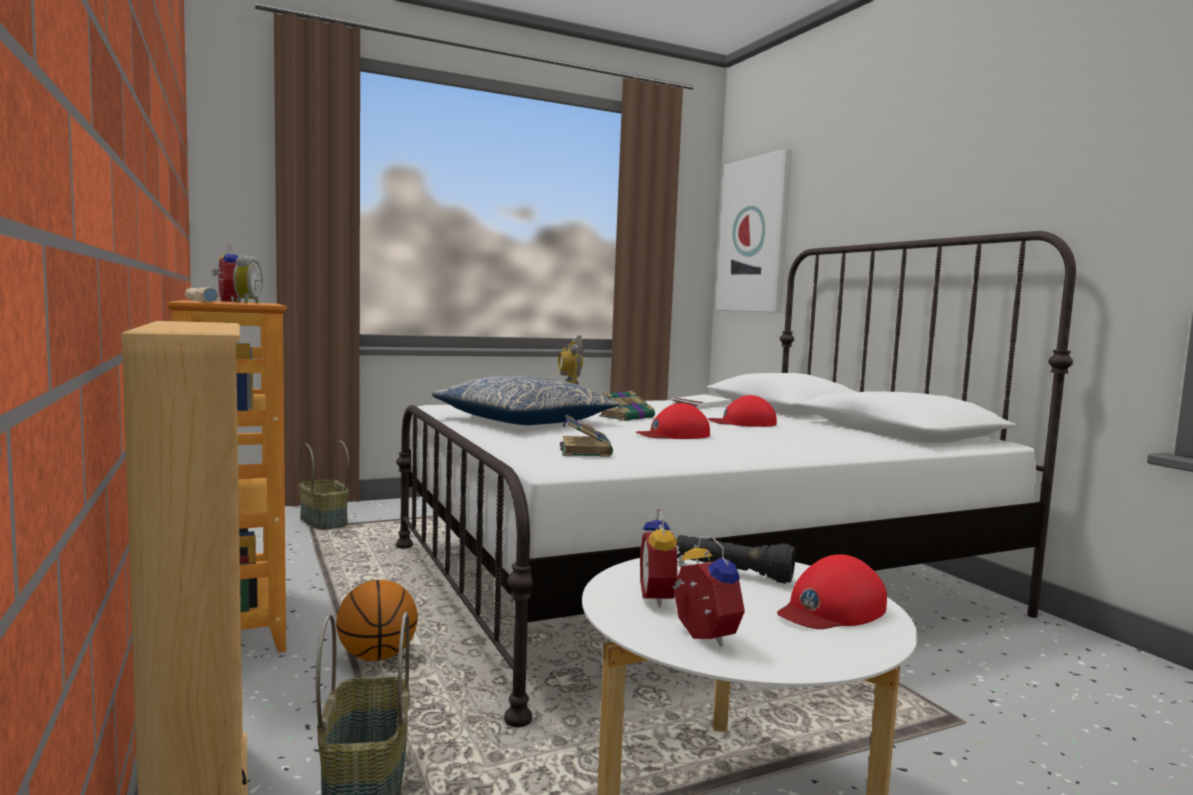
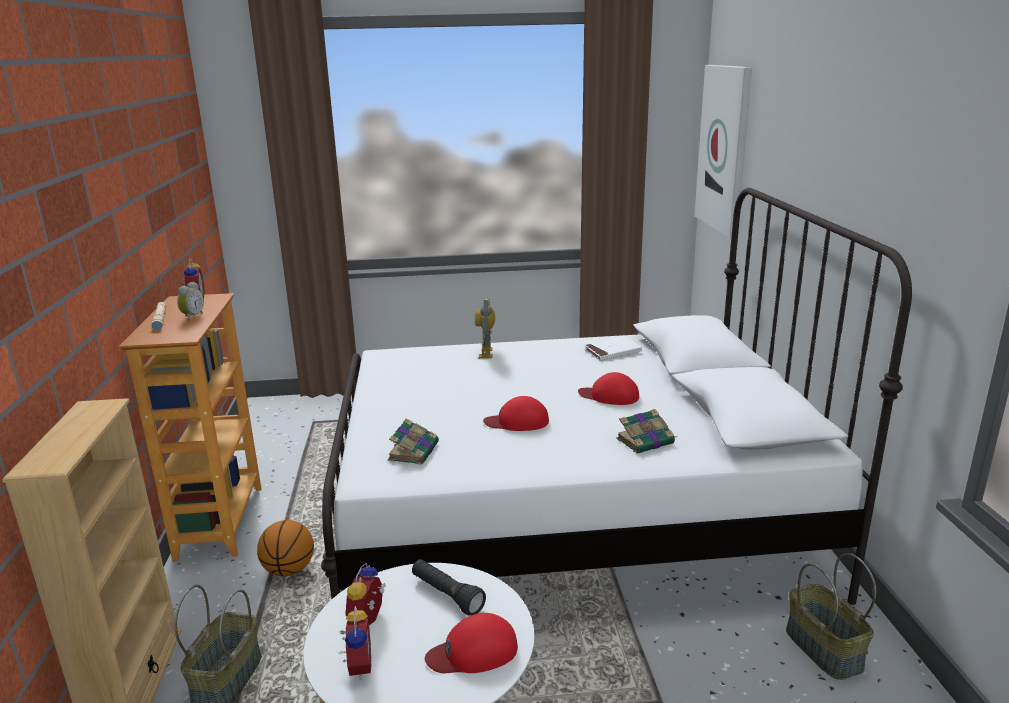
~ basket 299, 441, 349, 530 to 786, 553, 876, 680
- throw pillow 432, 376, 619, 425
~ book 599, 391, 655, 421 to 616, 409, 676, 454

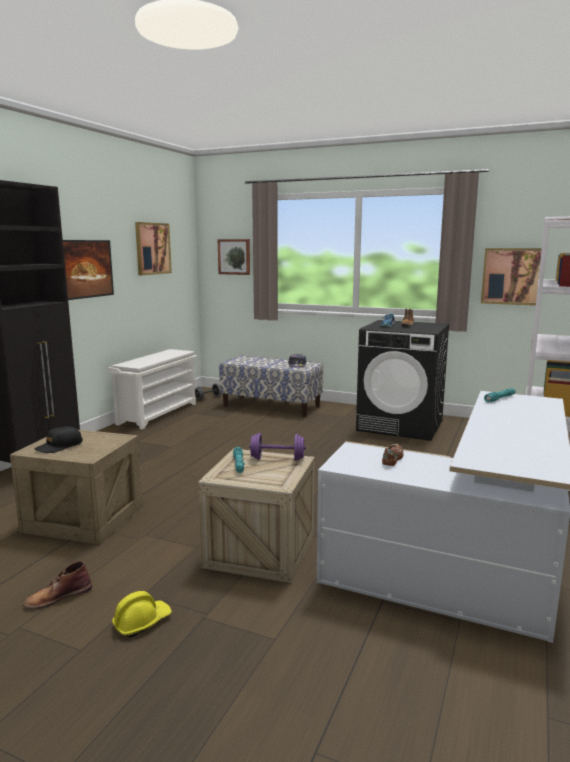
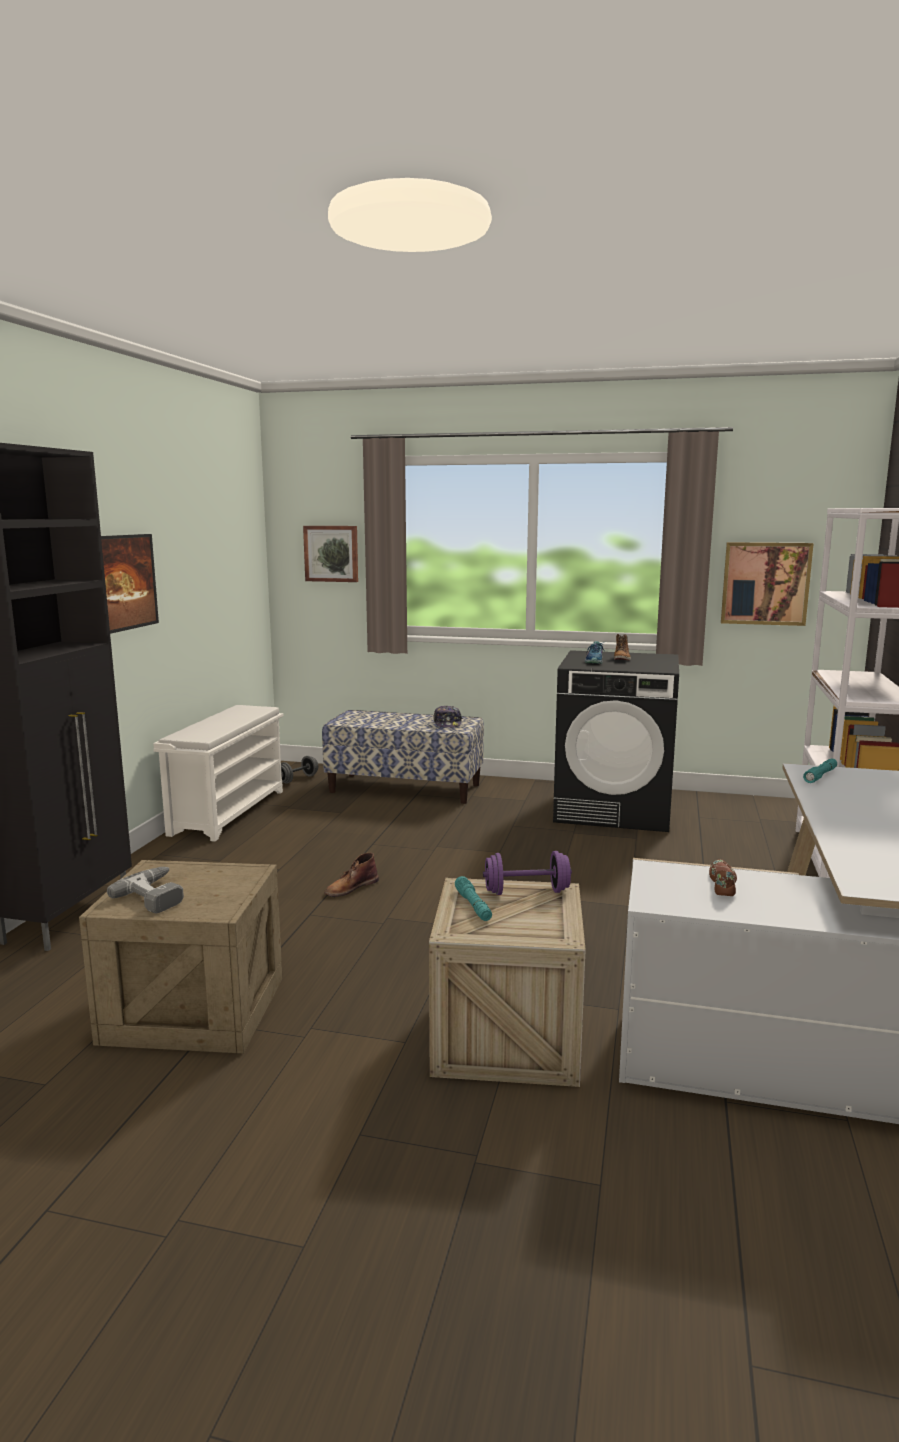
~ brown-coloured boot 23, 561, 92, 610 to 324, 853, 379, 897
~ black-coloured baseball cap 34, 426, 83, 453 to power drill 107, 867, 184, 914
- yellowish safety helmet 112, 591, 172, 637
- wall art 135, 222, 172, 275

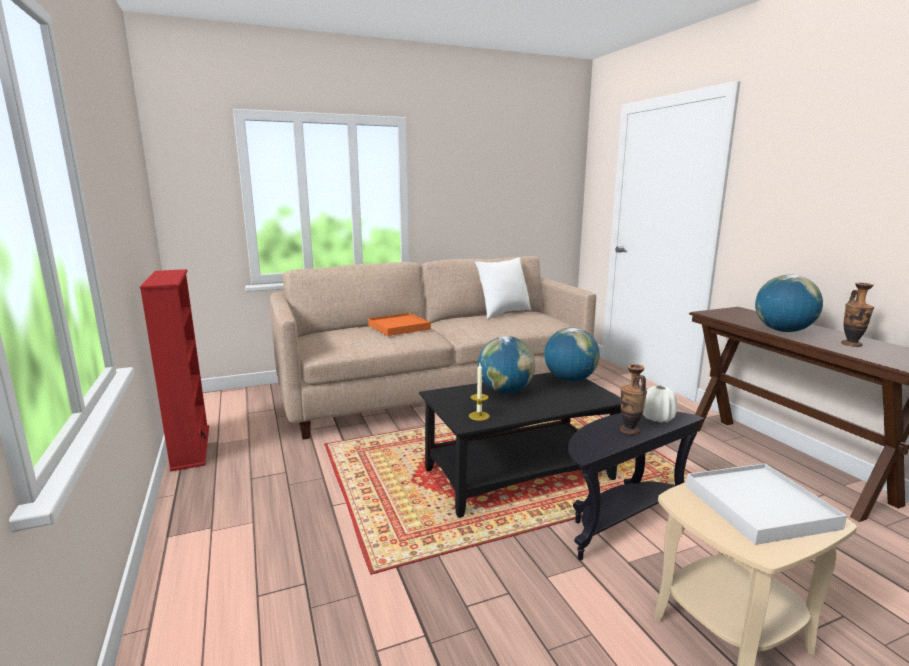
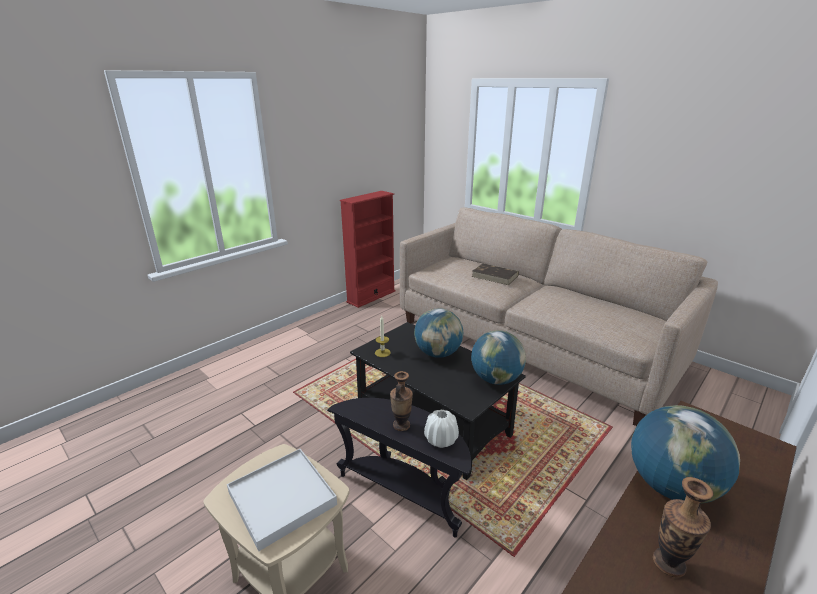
~ orange-coloured tray 368, 313, 431, 336 to brown-coloured book 472, 263, 519, 285
- white-coloured throw pillow 475, 257, 531, 319

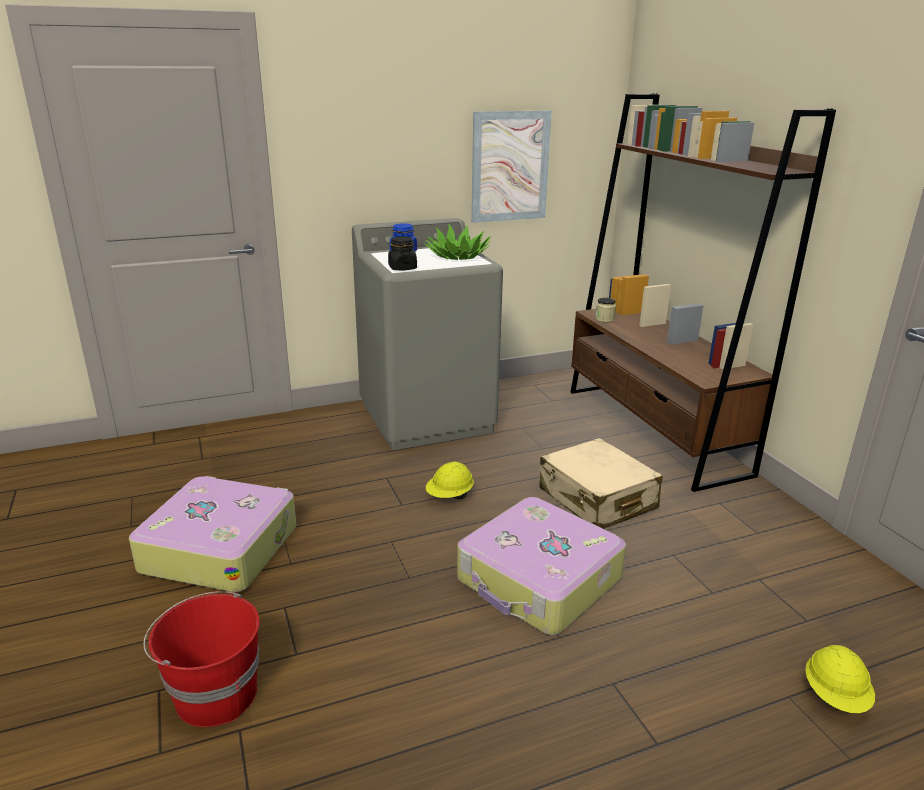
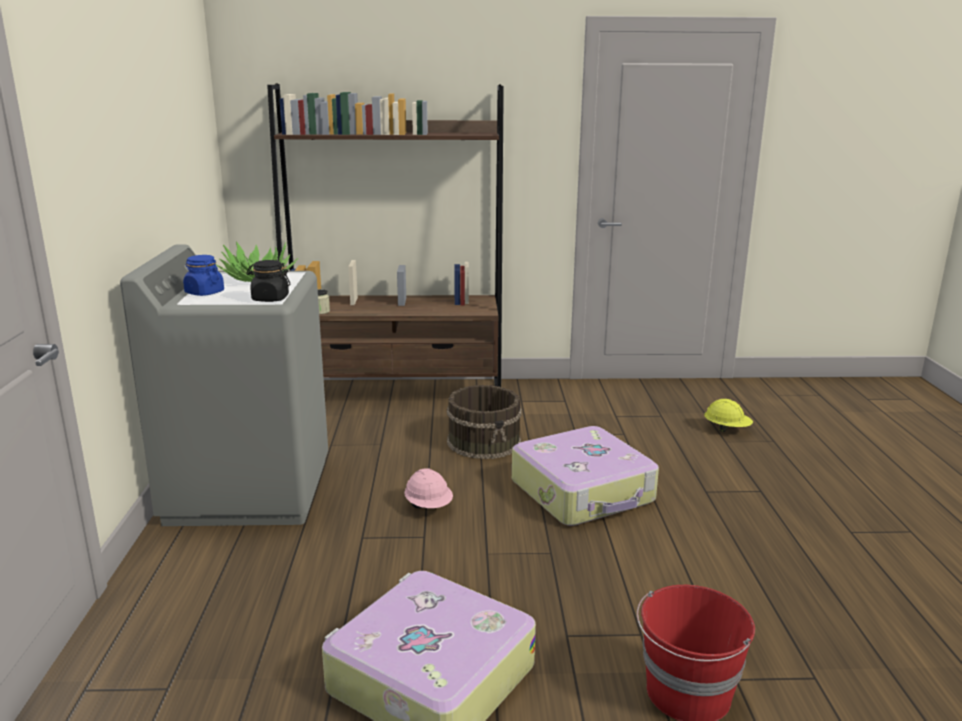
~ yellowish safety helmet 426, 462, 474, 499 to pink-coloured safety helmet 404, 468, 453, 508
- wall art 471, 110, 552, 223
~ sand-coloured travel case 540, 438, 663, 529 to brown-coloured bucket 447, 385, 522, 459

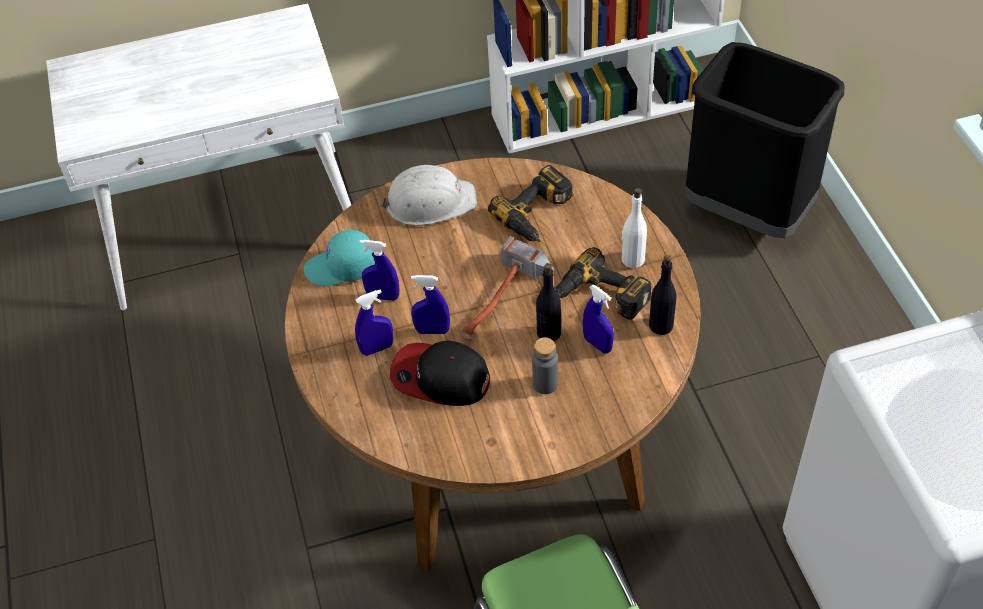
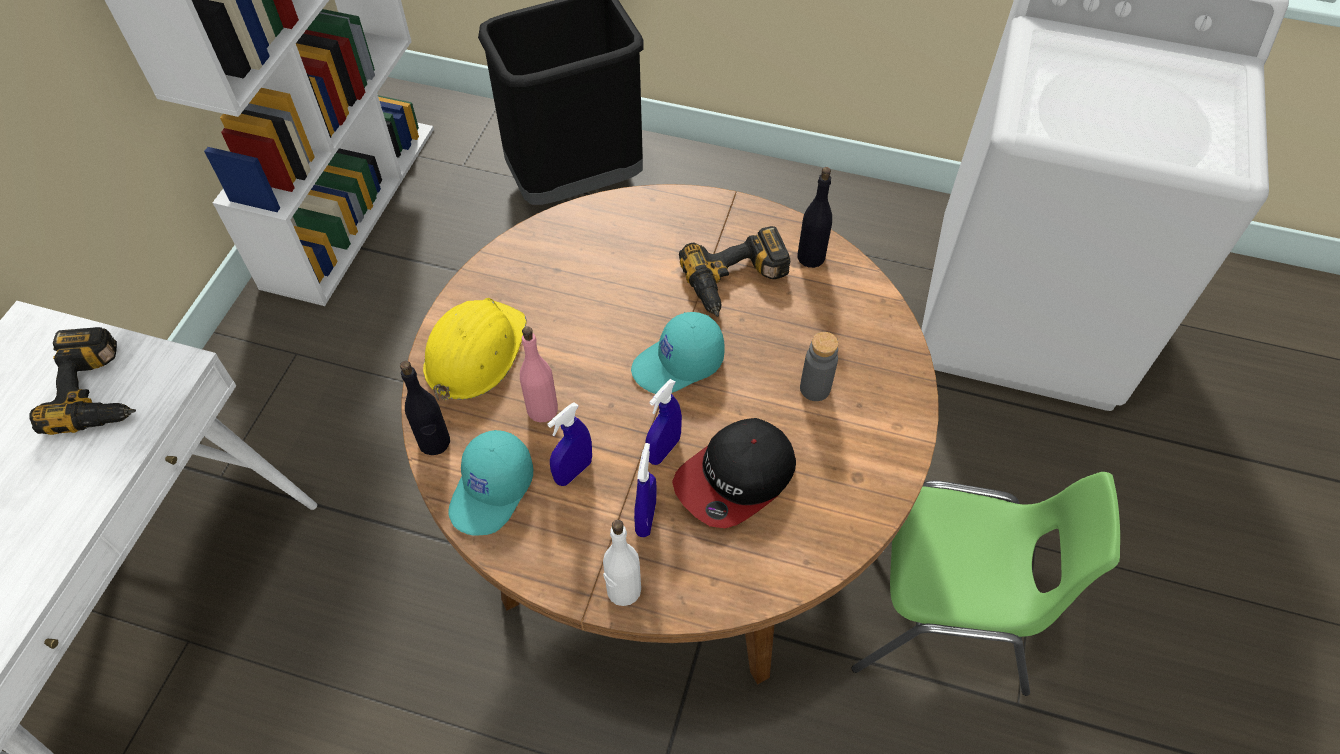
~ white-coloured safety helmet 380, 165, 477, 226 to yellowish safety helmet 423, 298, 527, 401
~ hand hammer 460, 236, 555, 339 to turquoise baseball cap 631, 312, 725, 394
~ power drill 488, 165, 573, 242 to 29, 327, 136, 435
~ black-coloured beverage bottle 536, 263, 561, 341 to 400, 361, 450, 455
- blue spray bottle 583, 284, 614, 353
~ white-coloured beverage bottle 622, 188, 647, 268 to 603, 520, 641, 606
+ pink-coloured beverage bottle 520, 326, 558, 422

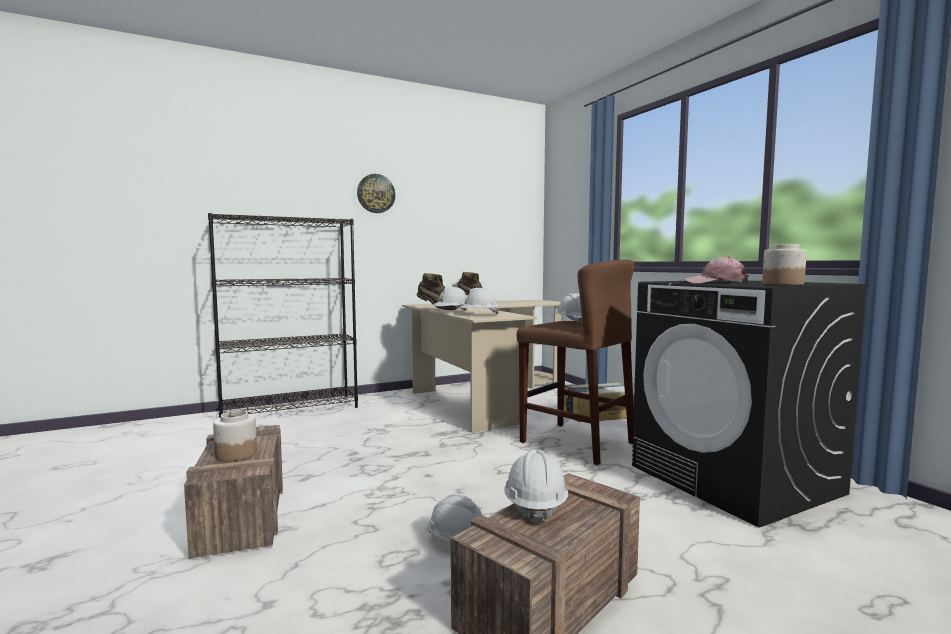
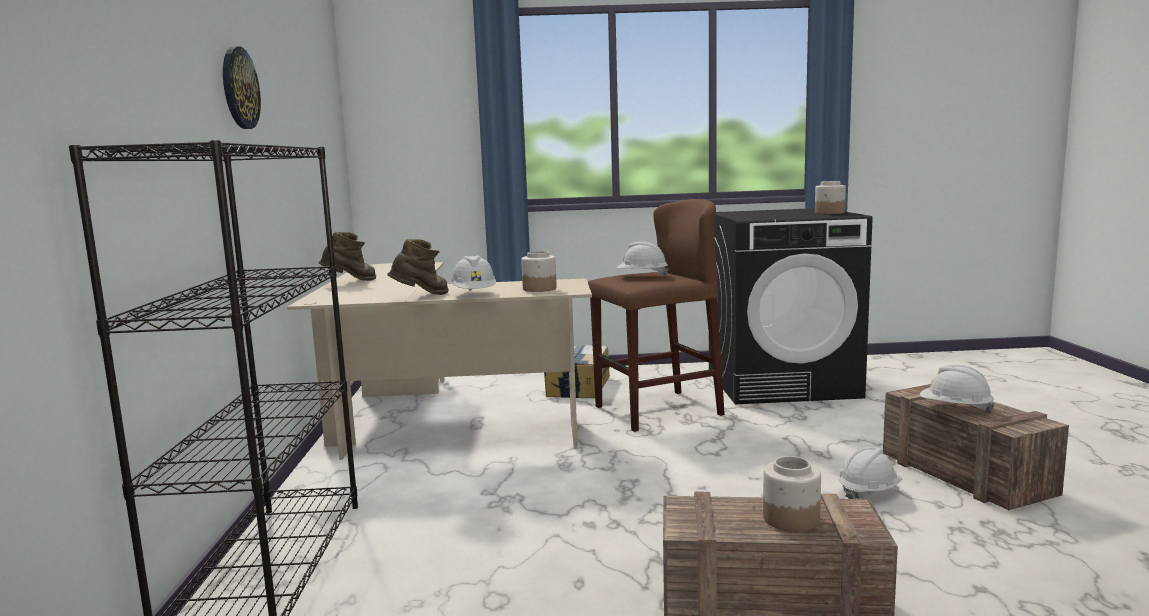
~ white-coloured safety helmet 460, 288, 500, 314 to jar 521, 251, 557, 292
- pink-coloured baseball cap 684, 256, 749, 283

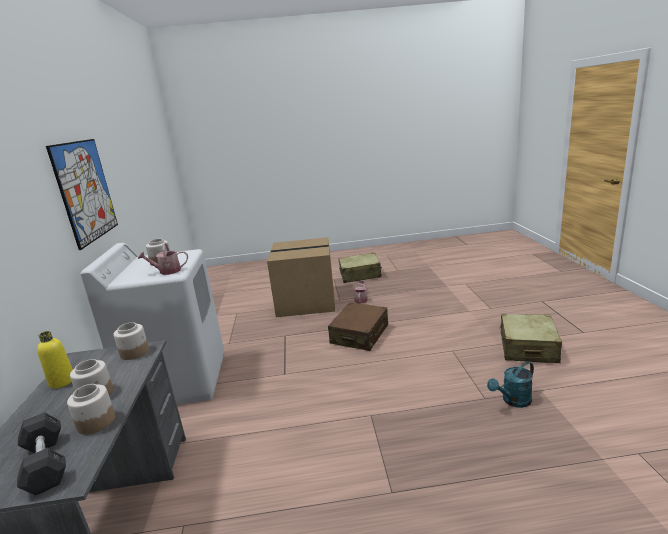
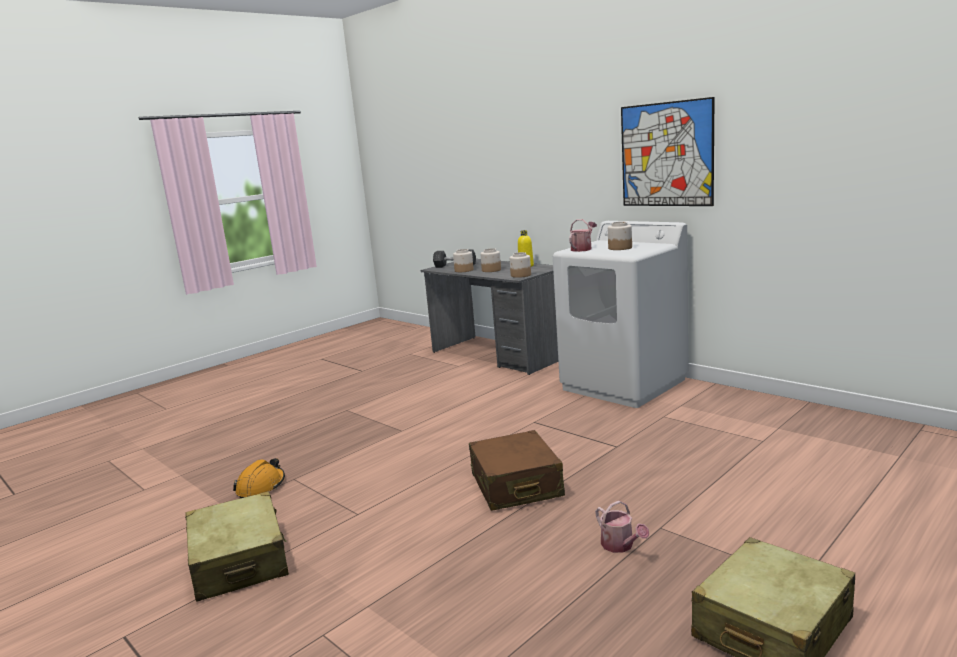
- cardboard box 267, 237, 335, 317
~ turquoise watering pot 487, 361, 534, 408 to orange-coloured safety helmet 233, 458, 285, 498

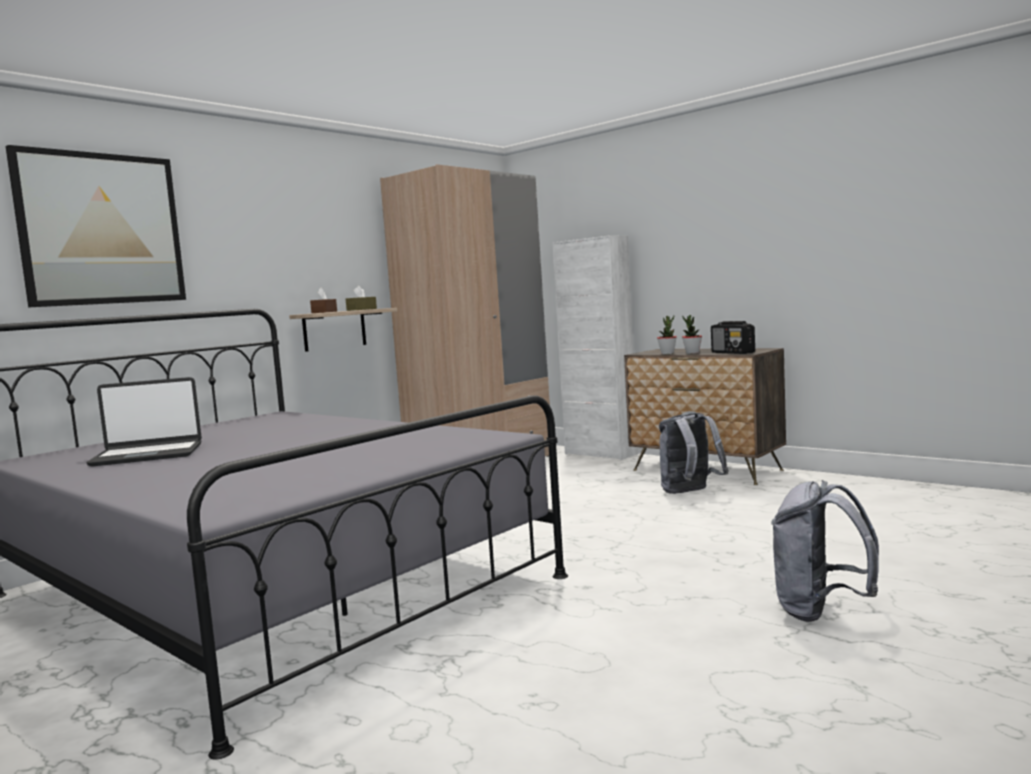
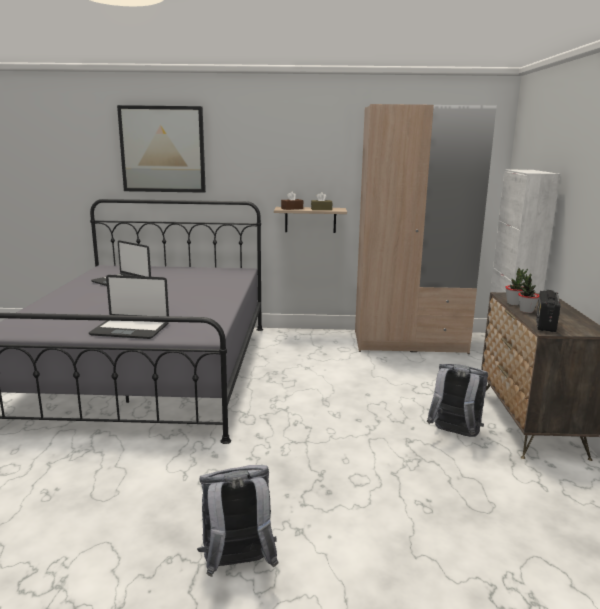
+ notebook computer 89, 275, 169, 339

